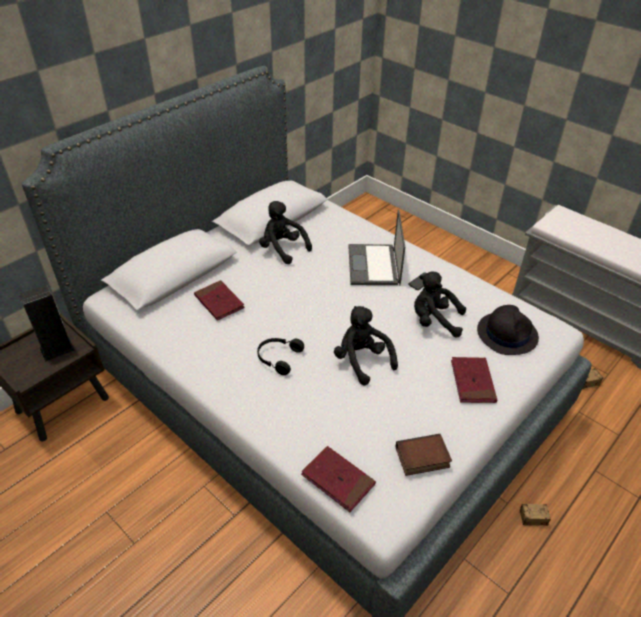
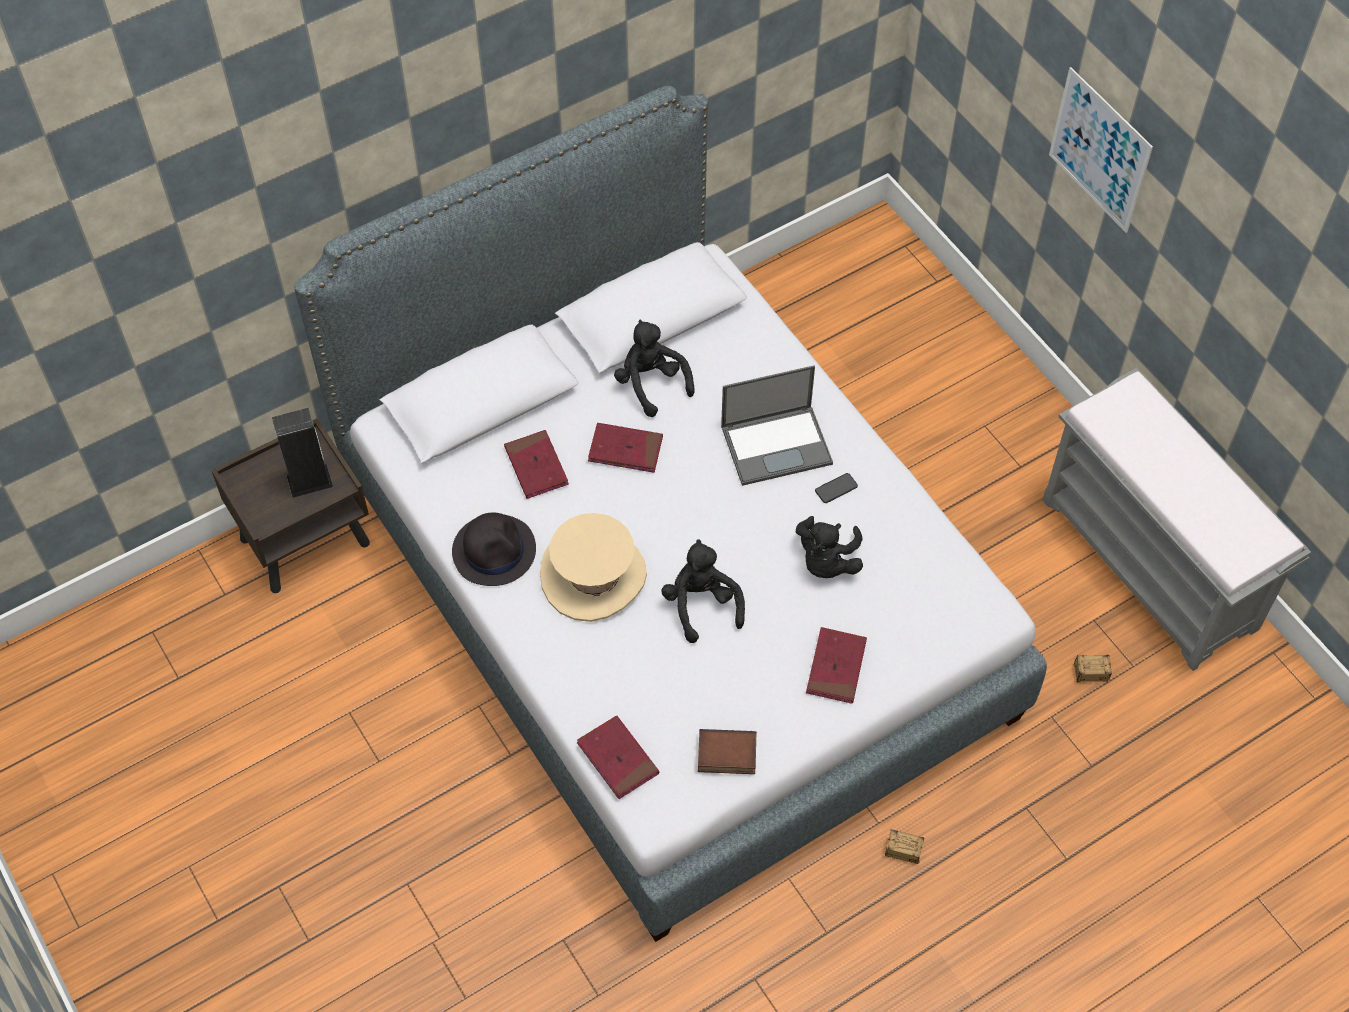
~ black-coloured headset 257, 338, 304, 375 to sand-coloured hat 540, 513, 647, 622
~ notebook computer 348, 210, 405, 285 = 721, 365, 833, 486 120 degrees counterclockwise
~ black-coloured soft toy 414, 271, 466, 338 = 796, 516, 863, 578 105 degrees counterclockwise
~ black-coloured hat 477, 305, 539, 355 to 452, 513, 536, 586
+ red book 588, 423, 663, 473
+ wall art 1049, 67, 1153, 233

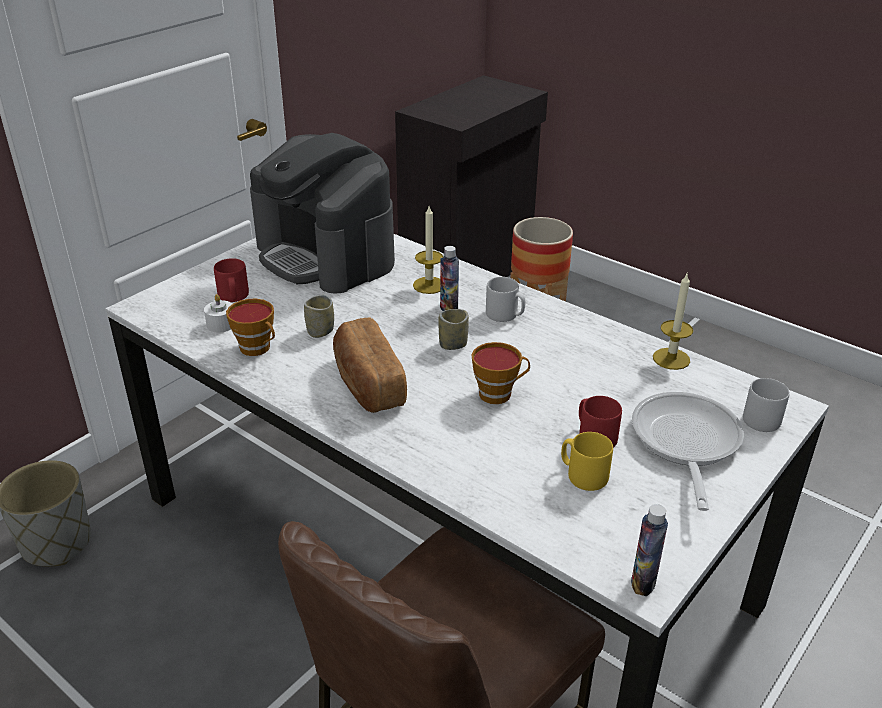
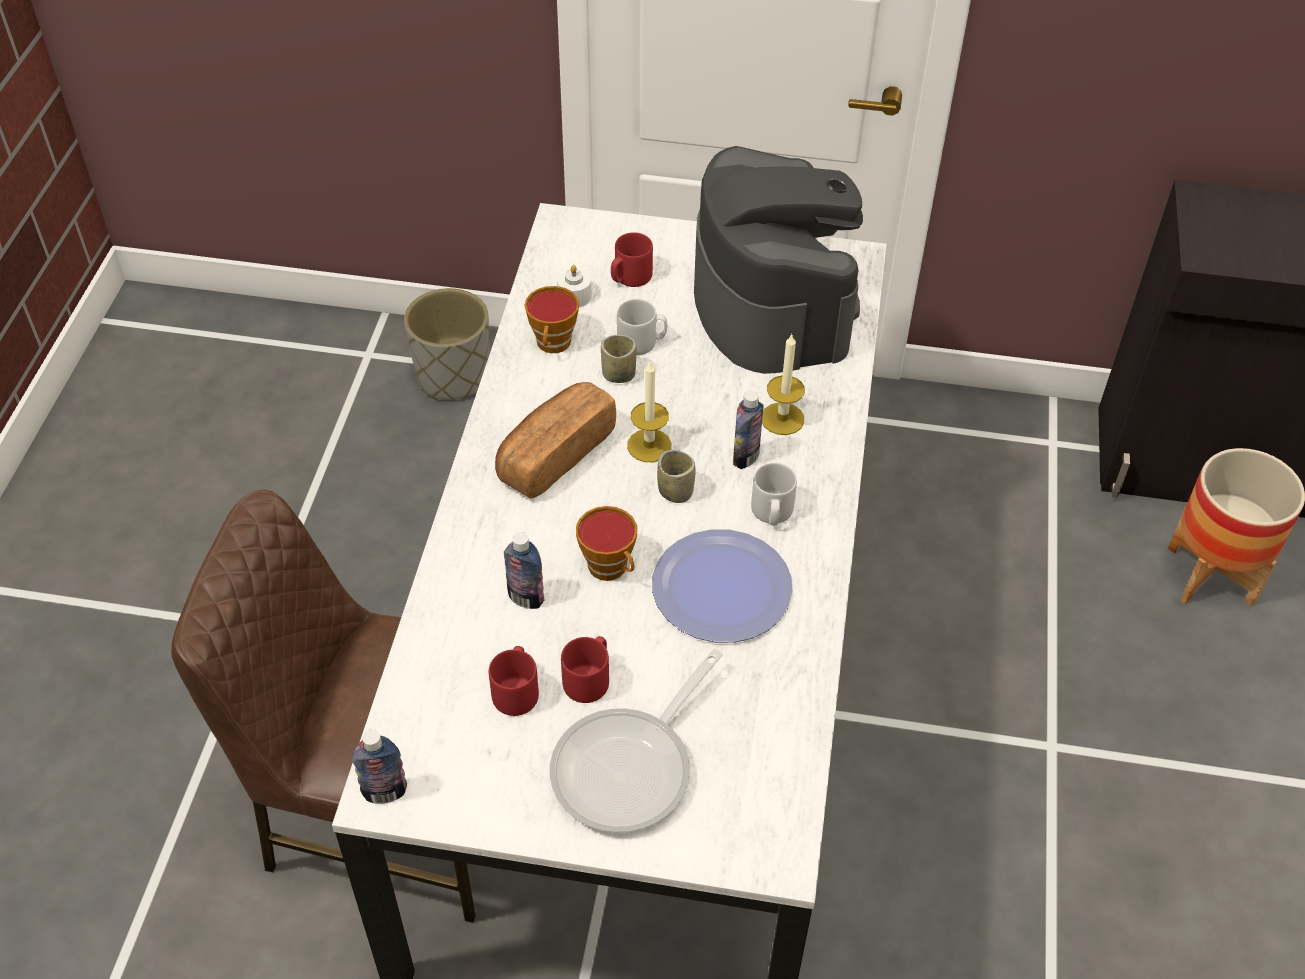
~ coffee maker 250, 133, 395, 294 = 694, 146, 863, 374 150 degrees clockwise
~ yellowish mug 561, 432, 613, 491 to red mug 489, 646, 539, 716
~ skillet 632, 392, 744, 511 = 550, 649, 723, 832 150 degrees clockwise
~ candle 653, 274, 693, 370 to 627, 360, 671, 462
~ gray mug 743, 378, 790, 432 to 617, 299, 667, 355
+ beverage bottle 504, 532, 544, 609
+ flat dish 652, 529, 793, 643

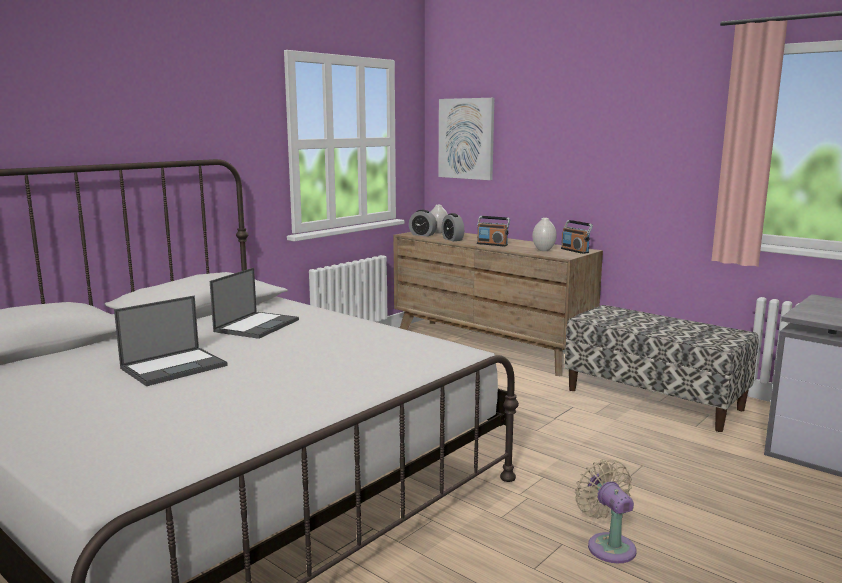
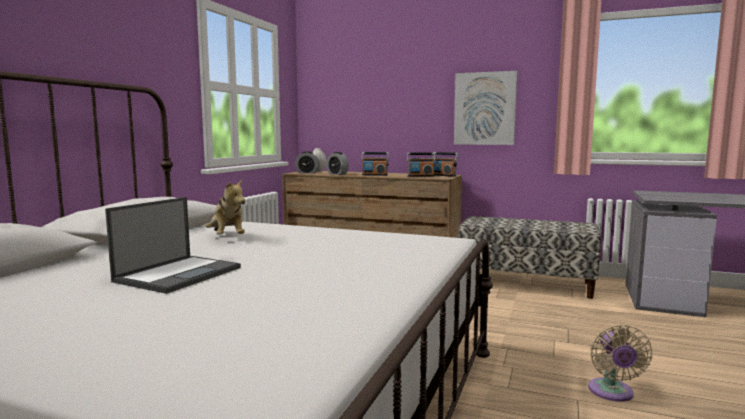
~ notebook computer 210, 268, 299, 339 to soft toy 205, 179, 245, 235
~ wall art 438, 98, 494, 180 to 454, 71, 517, 145
~ white-coloured decorative vase 533, 218, 557, 251 to radio 407, 153, 435, 177
~ sand-coloured electric fan 575, 459, 637, 563 = 588, 325, 653, 402 135 degrees counterclockwise

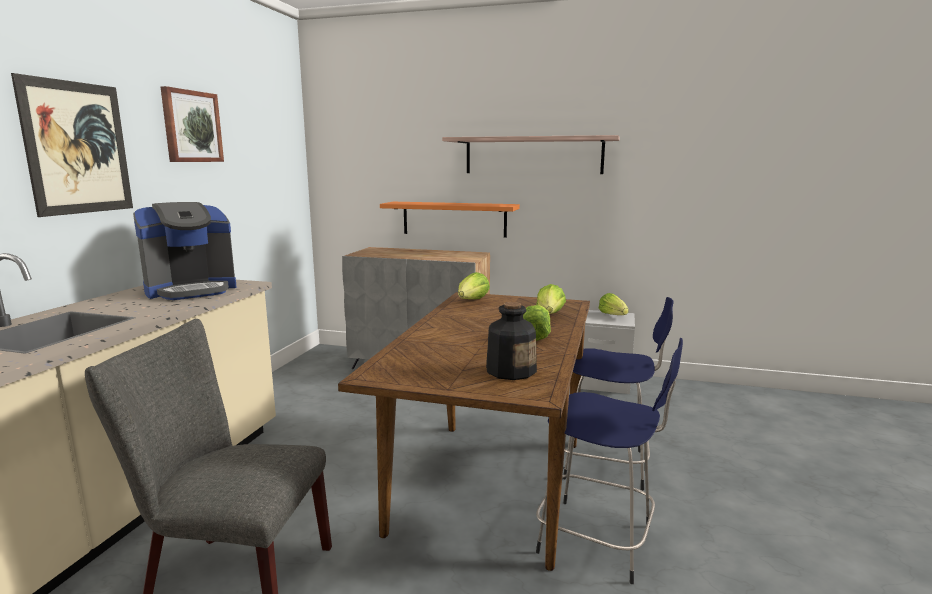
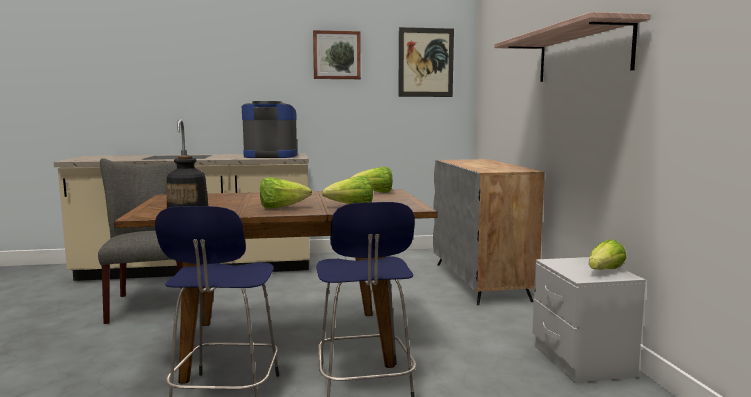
~ wall art 11, 73, 133, 217 to 398, 27, 454, 97
~ coffee maker 133, 202, 237, 300 = 242, 101, 297, 158 150 degrees clockwise
- orange-coloured wall shelf 380, 202, 520, 238

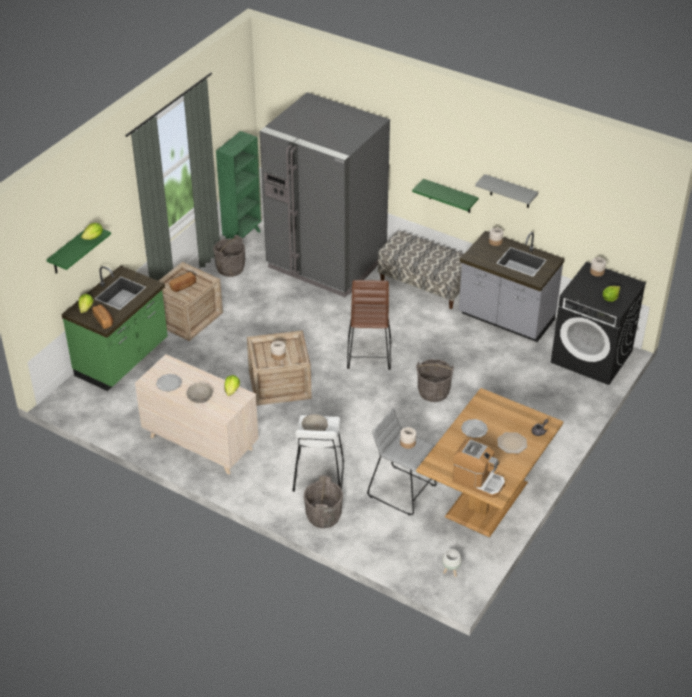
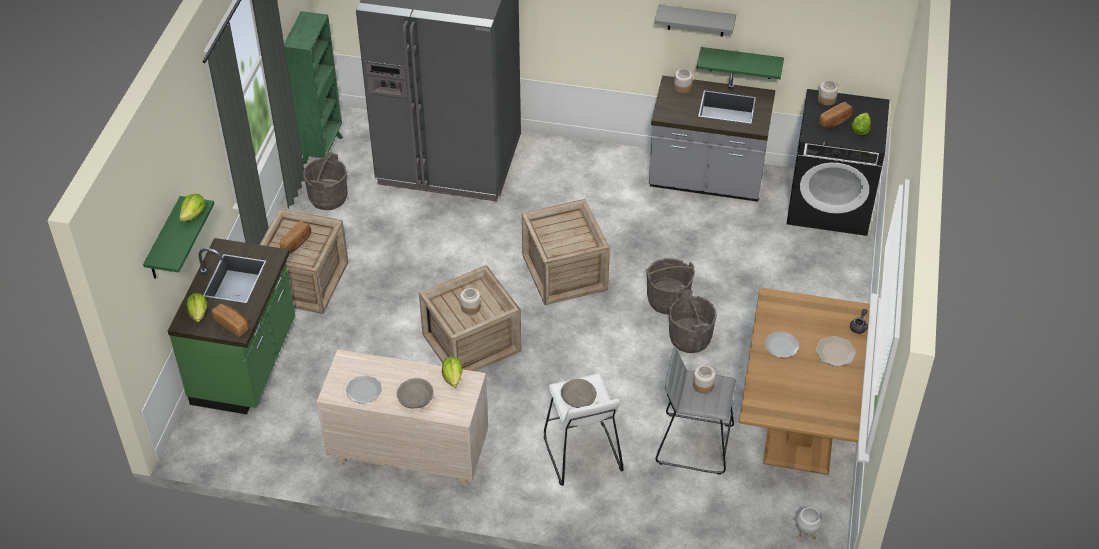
~ gray bucket 304, 475, 343, 528 to 669, 290, 717, 353
~ brown-coloured sitting stool 347, 280, 392, 370 to shipping crate 522, 199, 610, 305
- long seat 378, 231, 464, 309
~ green wall shelf 412, 179, 479, 213 to 697, 47, 784, 79
- coffee maker 453, 439, 505, 498
+ bakery bread 819, 102, 853, 129

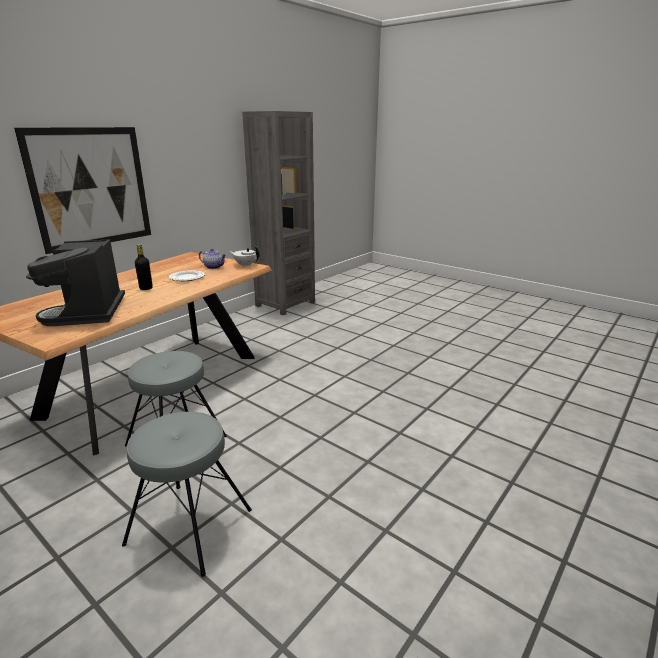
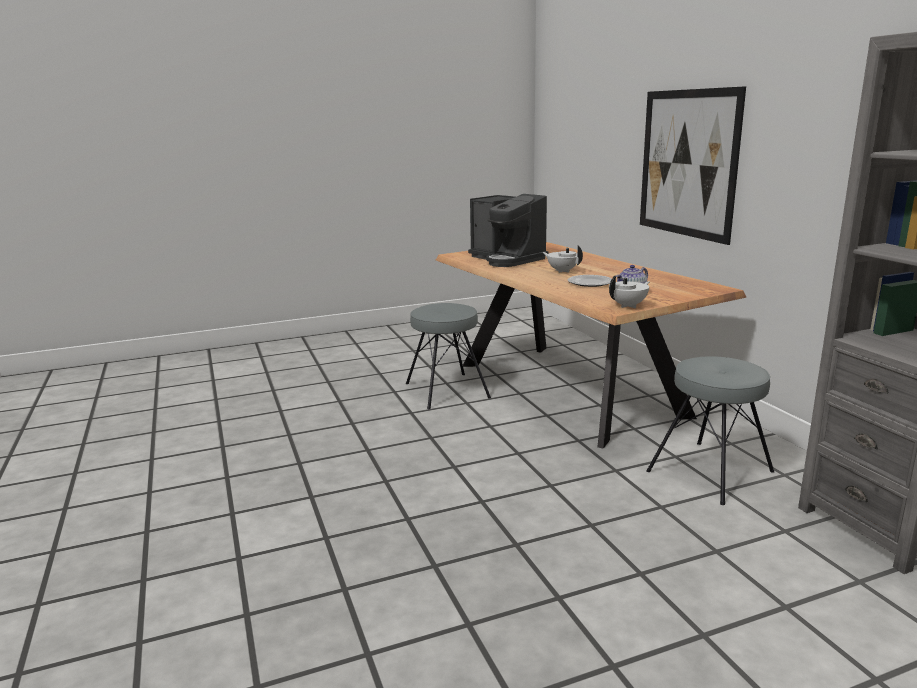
~ coffee maker 26, 239, 125, 326 = 468, 194, 549, 267 150 degrees counterclockwise
~ gray sitting stool 122, 412, 252, 577 to 646, 357, 774, 505
~ black-coloured beverage bottle 135, 245, 153, 290 to white-coloured pot for tea 543, 245, 583, 273

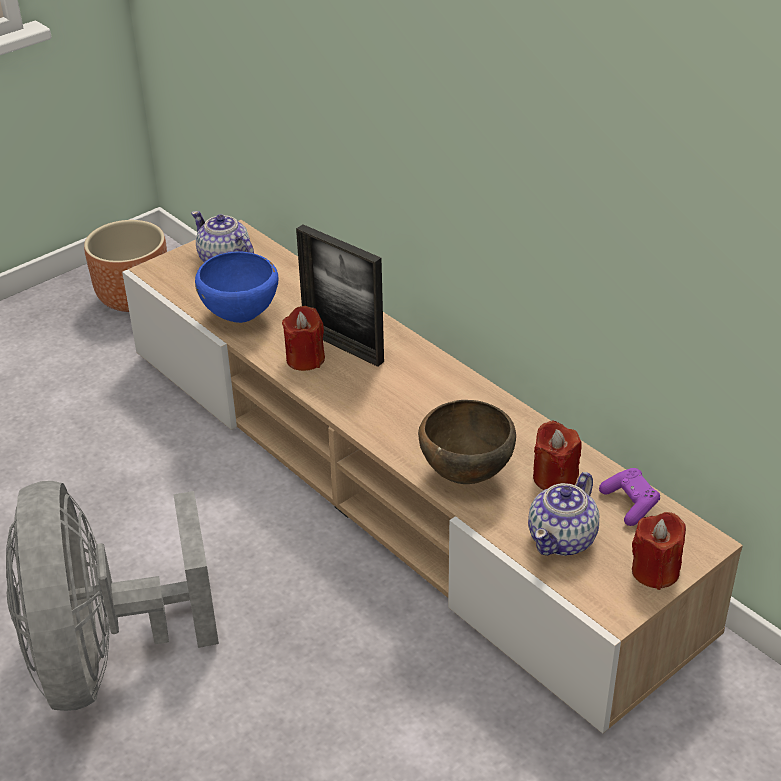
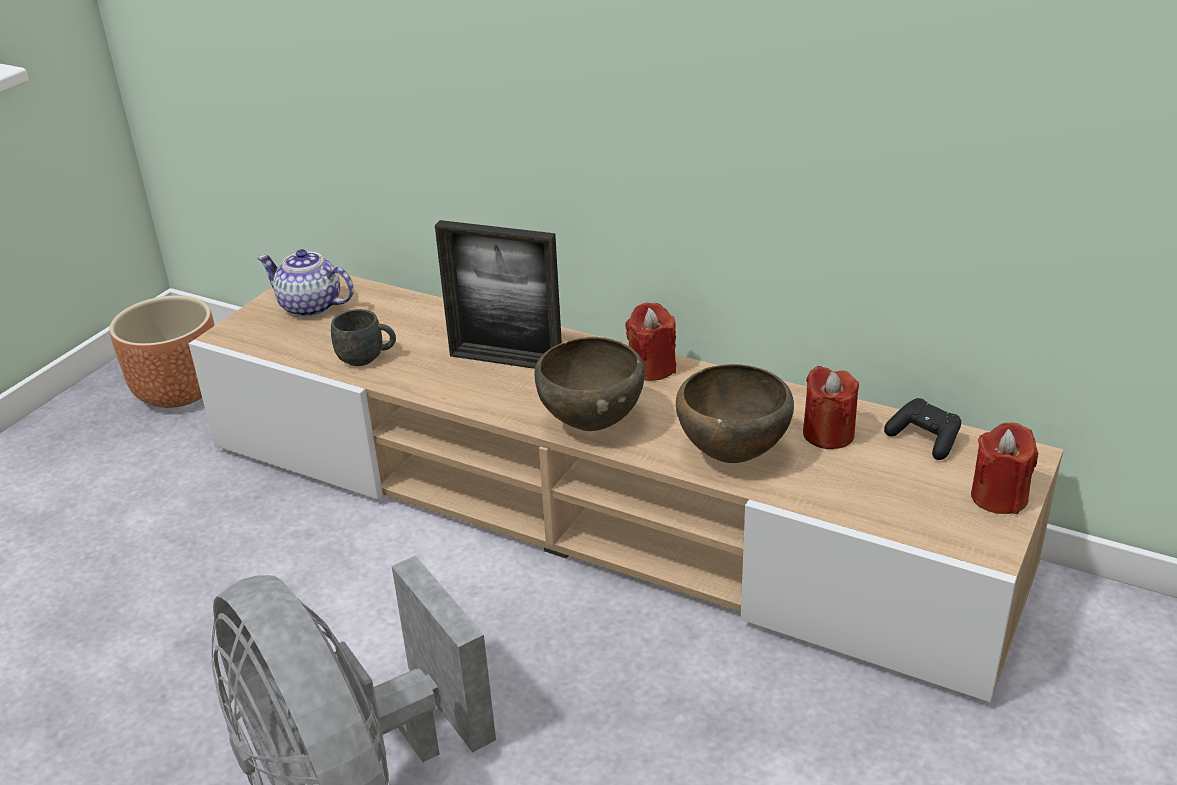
~ blue bowl 195, 252, 278, 323 to gray mug 331, 309, 396, 366
~ red candle 282, 306, 325, 371 to 626, 303, 676, 381
- pot for tea 528, 472, 599, 556
~ purplish joypad 599, 468, 660, 526 to black-coloured joypad 884, 398, 961, 460
+ brown-coloured bowl 534, 337, 644, 431

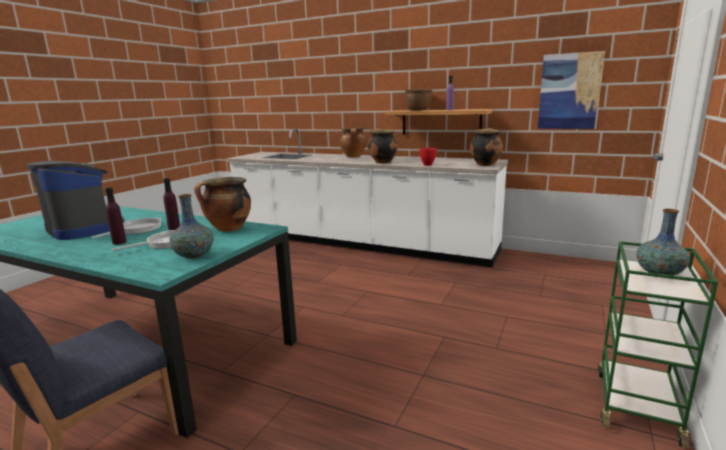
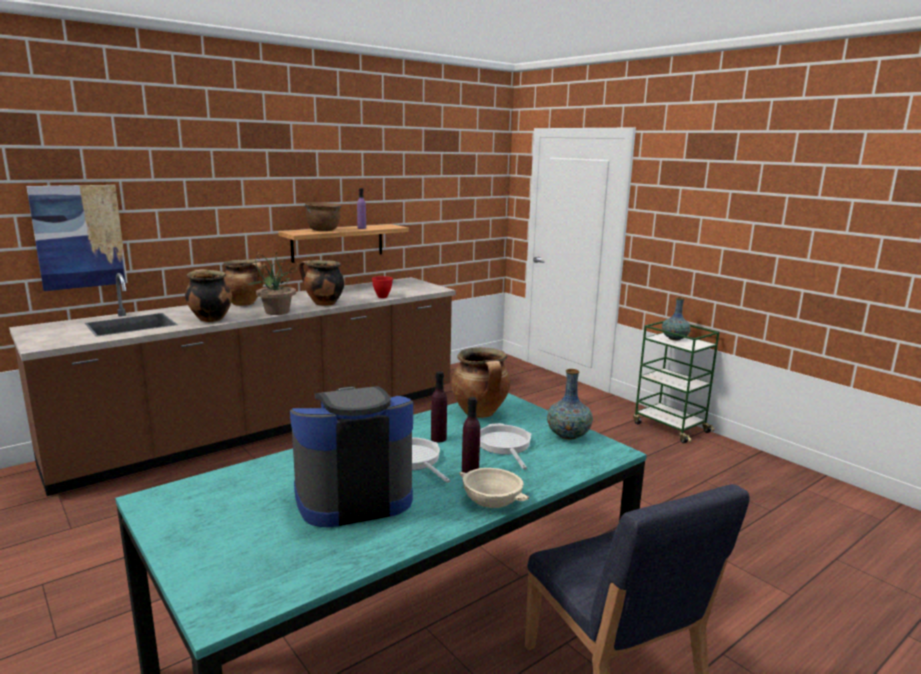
~ white-coloured counter 226, 128, 508, 267 to brown-coloured counter 9, 273, 456, 496
~ saucepot 470, 128, 503, 166 to 185, 269, 232, 322
~ wall art 538, 51, 605, 129 to 26, 185, 128, 291
+ plant in a pot 247, 252, 300, 315
+ sand-coloured bowl 459, 468, 529, 508

